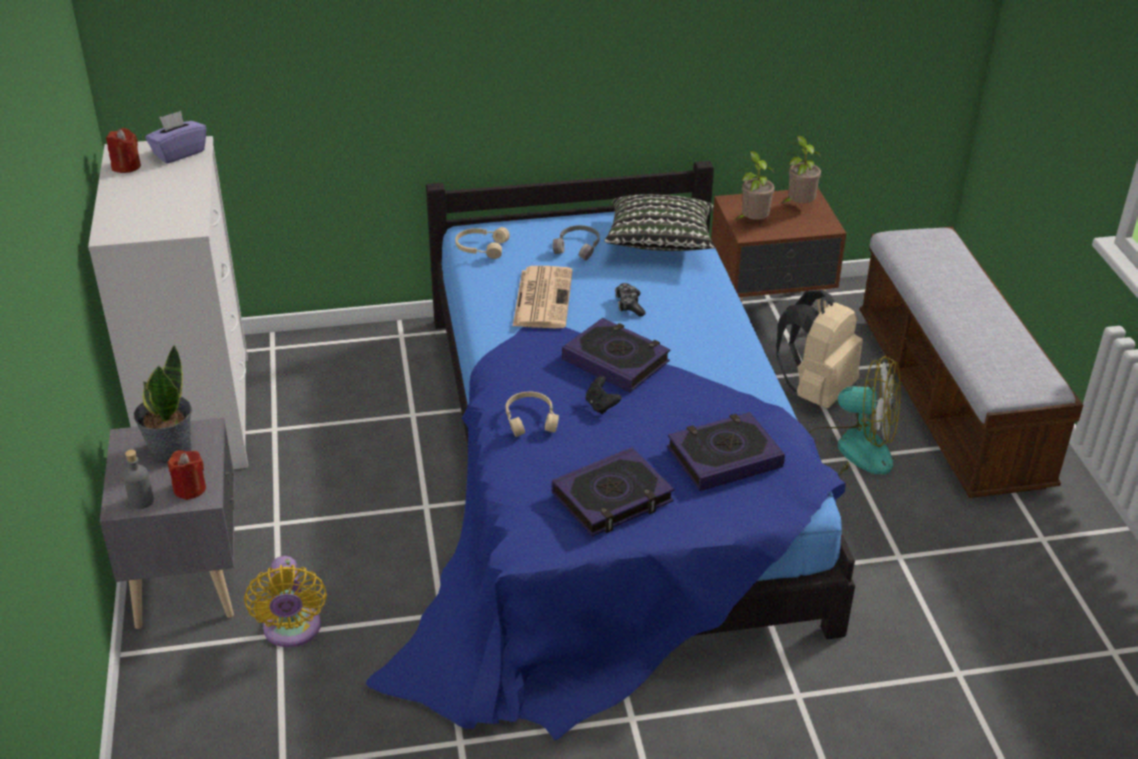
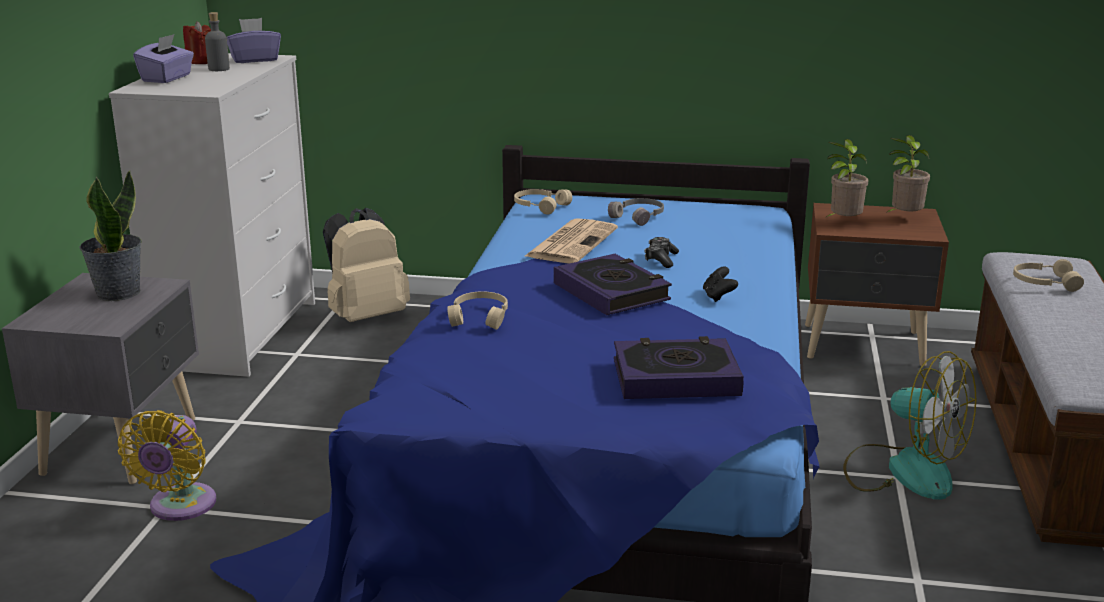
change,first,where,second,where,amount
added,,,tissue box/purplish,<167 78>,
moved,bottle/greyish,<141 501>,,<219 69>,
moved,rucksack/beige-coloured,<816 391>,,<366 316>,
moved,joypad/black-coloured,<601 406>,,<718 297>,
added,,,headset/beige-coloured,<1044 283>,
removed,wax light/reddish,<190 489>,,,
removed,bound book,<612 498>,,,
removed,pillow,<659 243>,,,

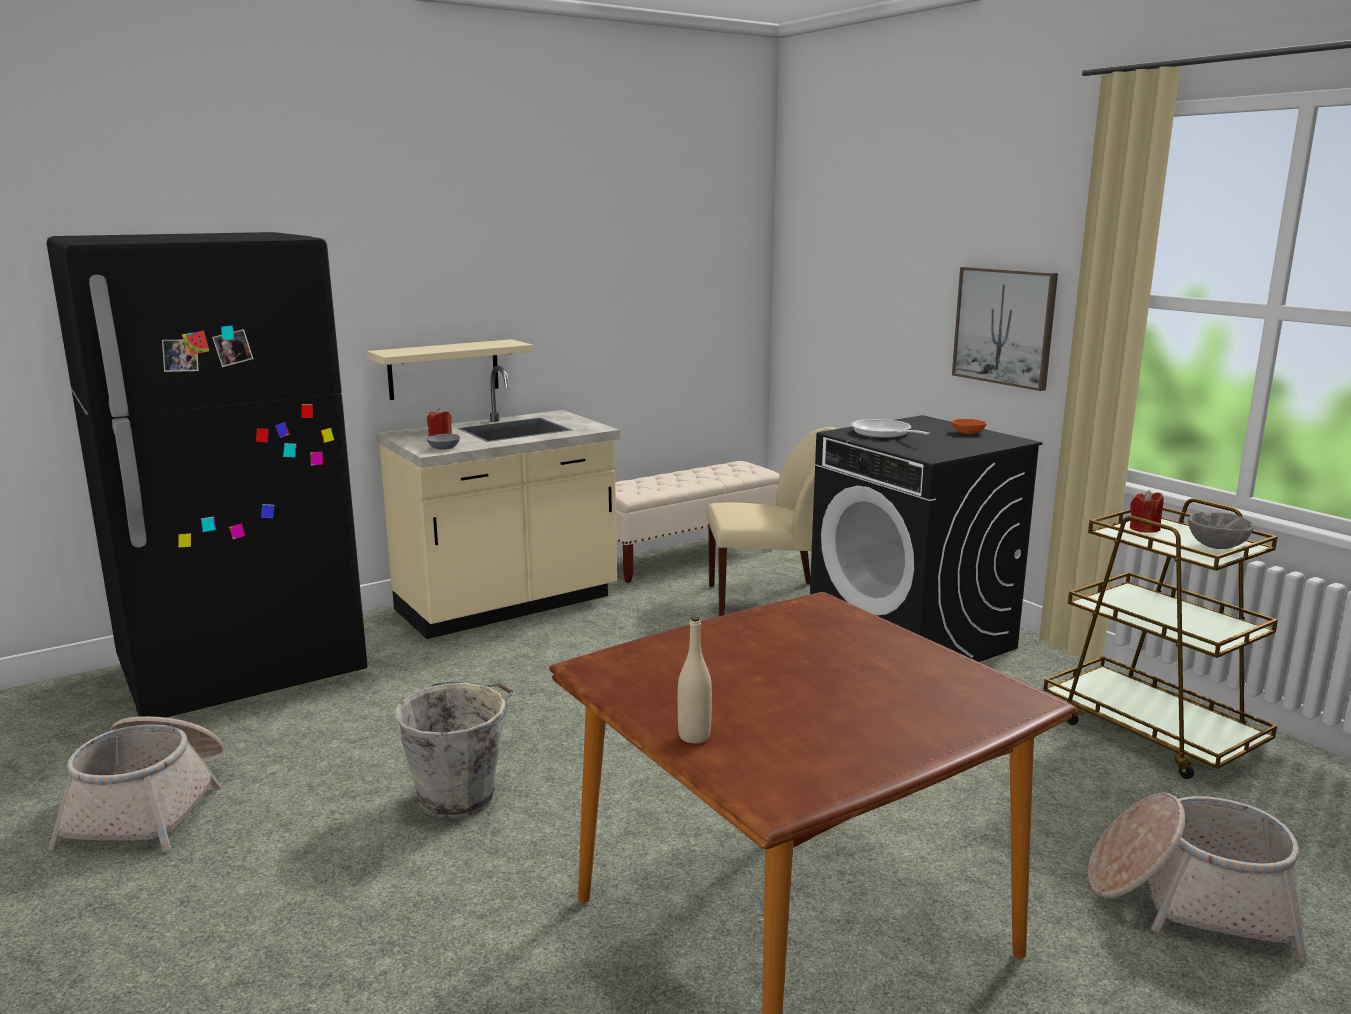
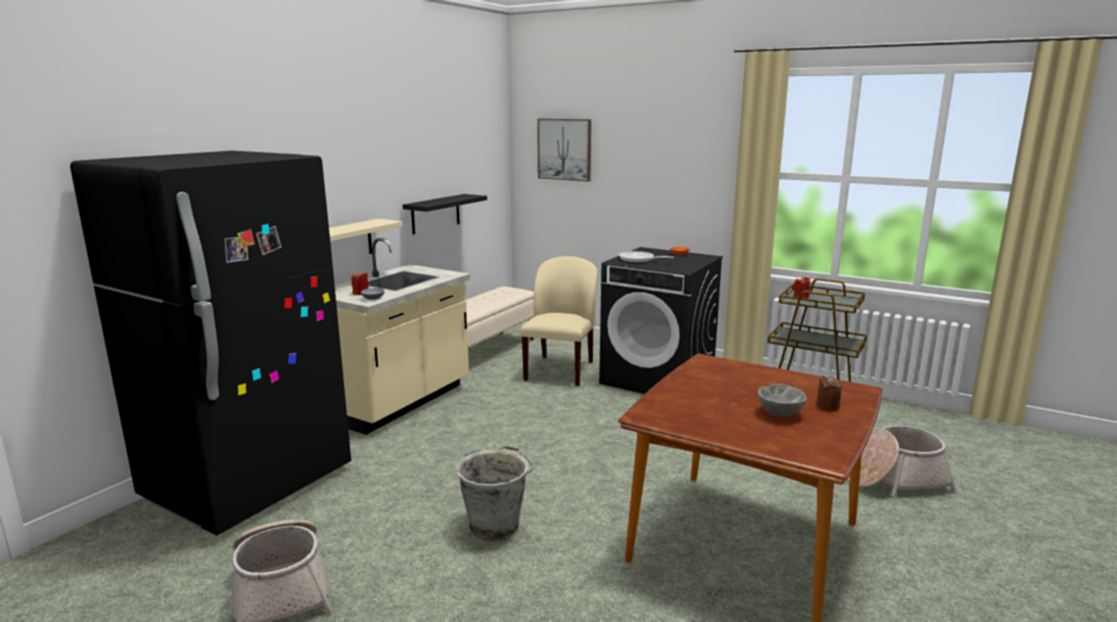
change,first,where,second,where,amount
added,,,bracket shelf/black-coloured,<435 214>,
turned,upright chair/beige-coloured,<769 599>,,<560 370>,45 degrees counterclockwise
moved,picture,<1004 326>,,<564 149>,
moved,deep dish/greyish,<1216 546>,,<779 413>,
added,,,wax light/brown-coloured,<827 406>,
removed,bottle/beige-coloured,<694 736>,,,

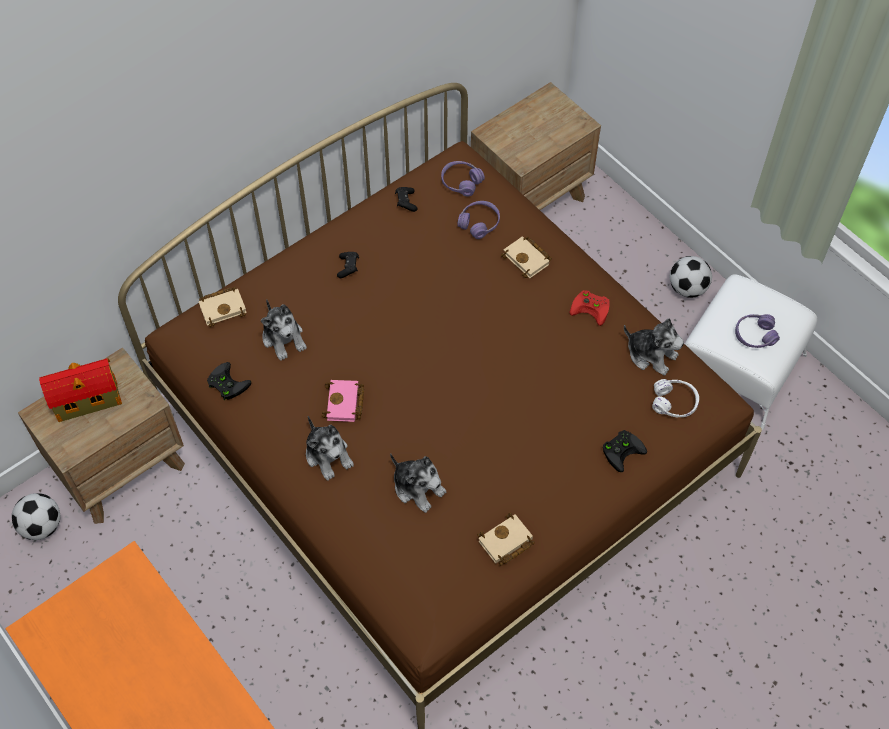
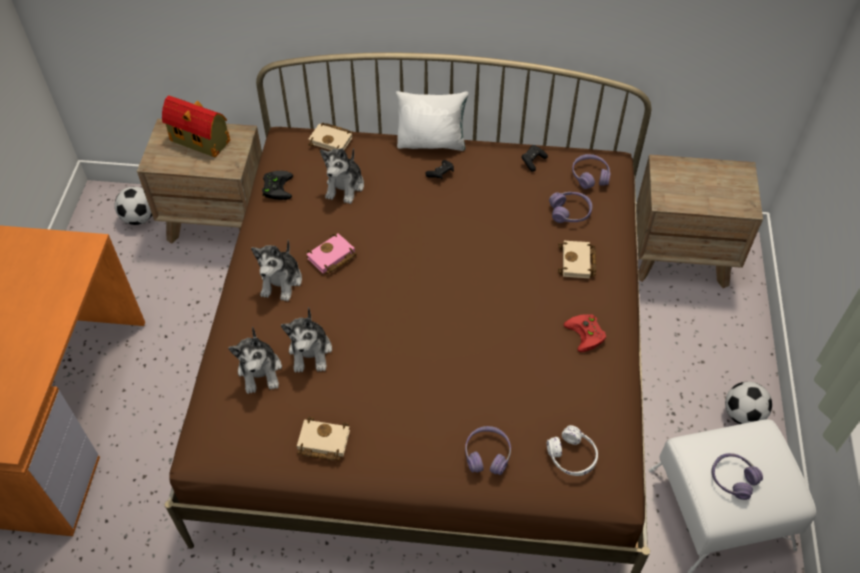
change,first,where,second,where,amount
moved,soft toy,<651 354>,,<260 370>,
added,,,pillow/whitish,<432 142>,
replaced,joypad/black-coloured,<622 450>,headset/purplish,<487 454>,

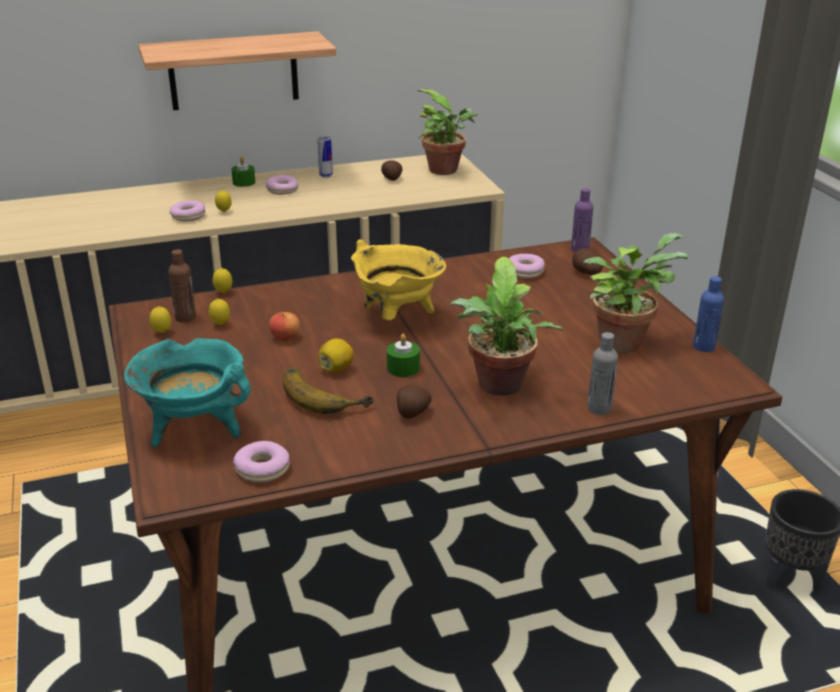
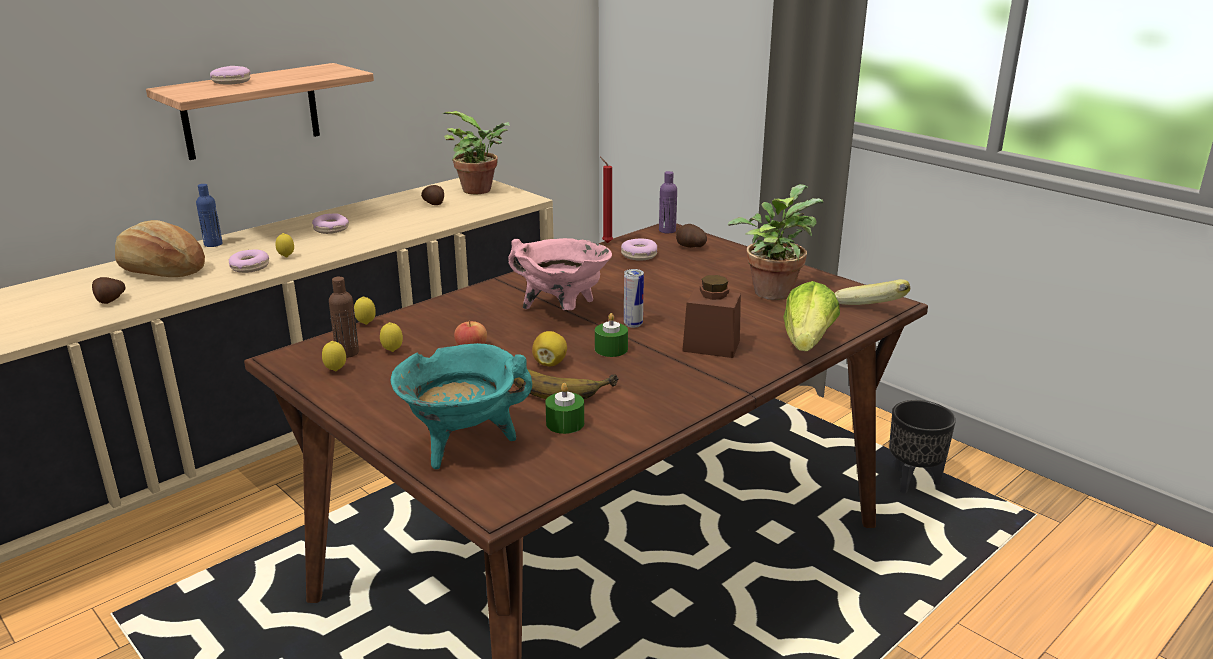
change,first,where,second,where,amount
moved,whole potato,<412 413>,,<110 301>,
added,,,baked bread,<162 270>,
moved,bottle/bluish,<704 346>,,<213 244>,
moved,donut,<262 469>,,<231 82>,
recoloured,cooking pot/yellow-coloured,<397 318>,cooking pot/pink-coloured,<563 311>,
moved,wax light/green,<244 182>,,<565 423>,
added,,,wax light/reddish,<606 242>,
moved,can,<326 176>,,<633 324>,
replaced,potted plant,<499 388>,jar/brown-coloured,<711 346>,
replaced,bottle/greyish,<599 408>,lettuce,<807 342>,
added,,,banana,<861 313>,

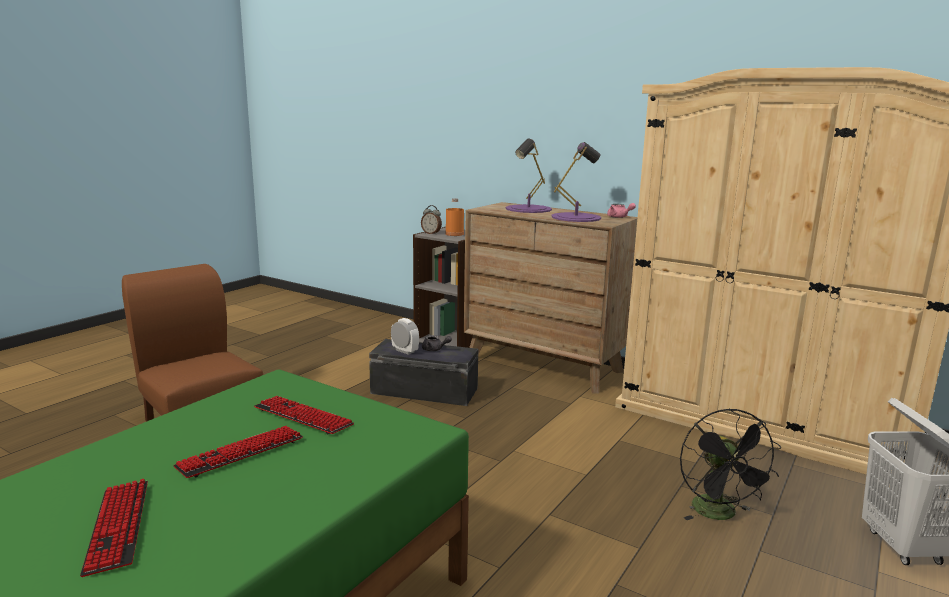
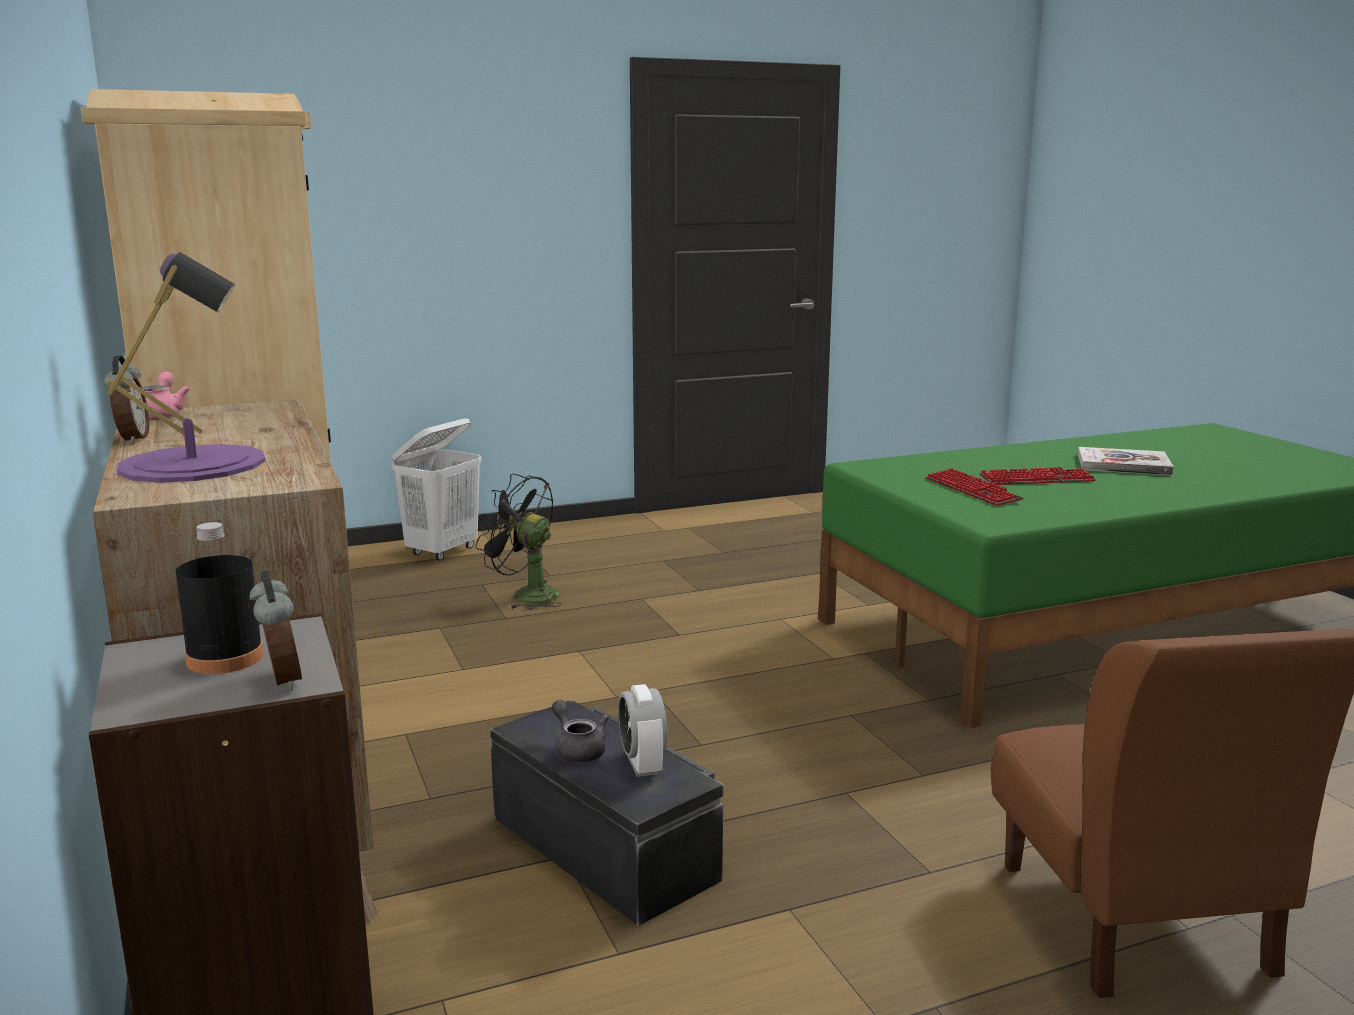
change,first,where,second,where,amount
added,,,table clock,<131 439>,
recoloured,bottle/orangey,<454 234>,bottle/black-coloured,<225 658>,
turned,fan/black-coloured,<720 514>,,<525 595>,90 degrees counterclockwise
replaced,PC keyboard,<118 527>,bound book,<1123 464>,
removed,lamp for a table/purplish,<576 217>,,,

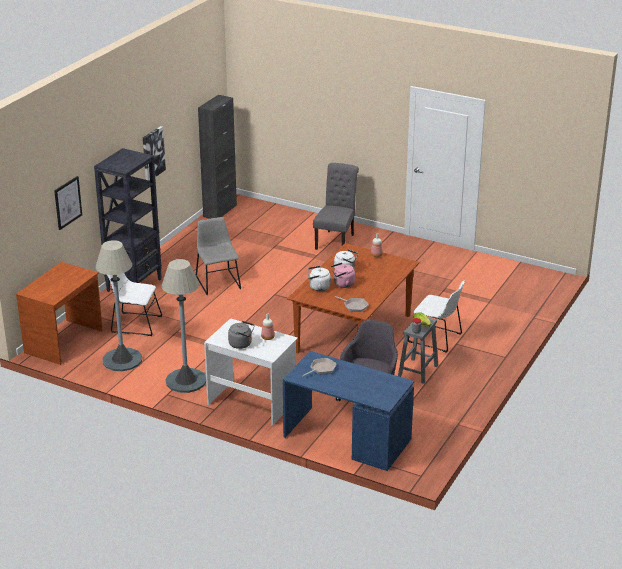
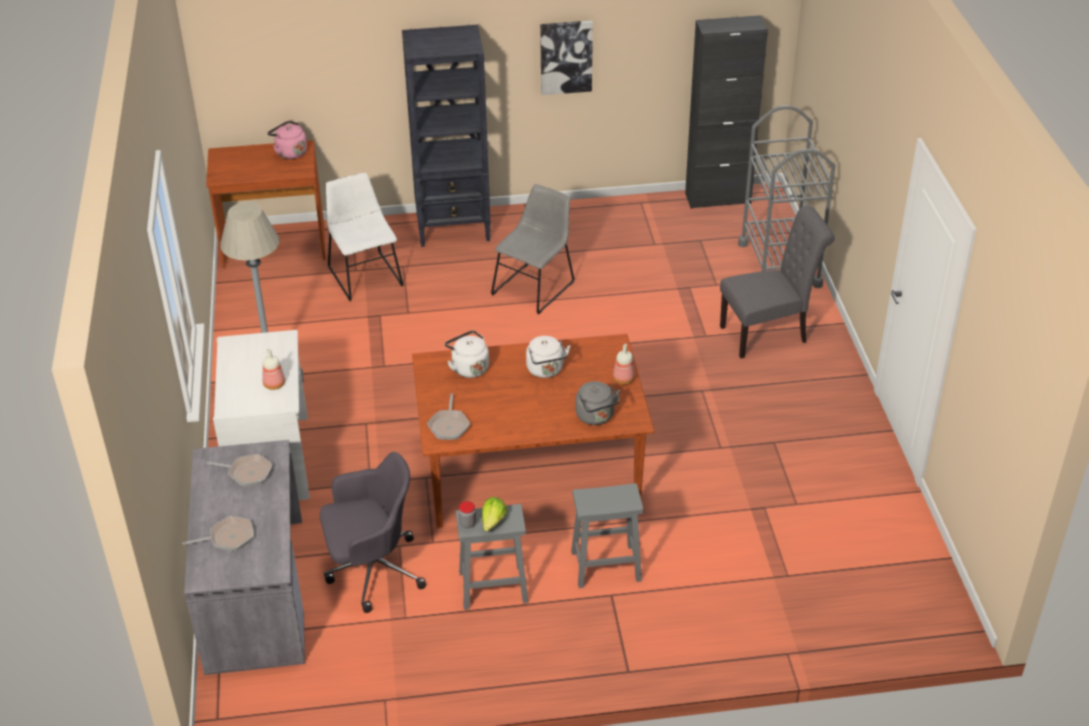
change,first,where,second,where,amount
added,,,frying pan,<228 537>,
recoloured,desk/bluish,<346 438>,desk/greyish,<254 593>,
moved,kettle/pink-coloured,<342 284>,,<290 152>,
replaced,upright chair/whitish,<437 338>,stool seat/greyish,<604 566>,
moved,kettle/greyish,<242 344>,,<596 417>,
added,,,trolley/greyish,<779 264>,
removed,picture,<67 202>,,,
removed,standing lamp/greyish,<122 360>,,,

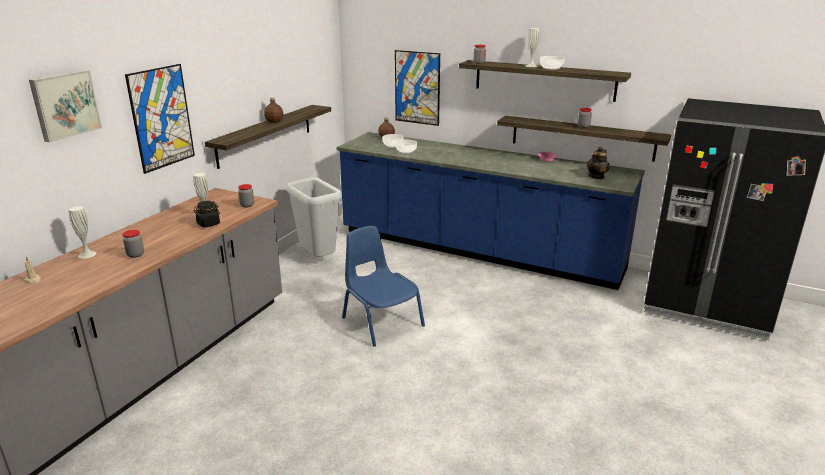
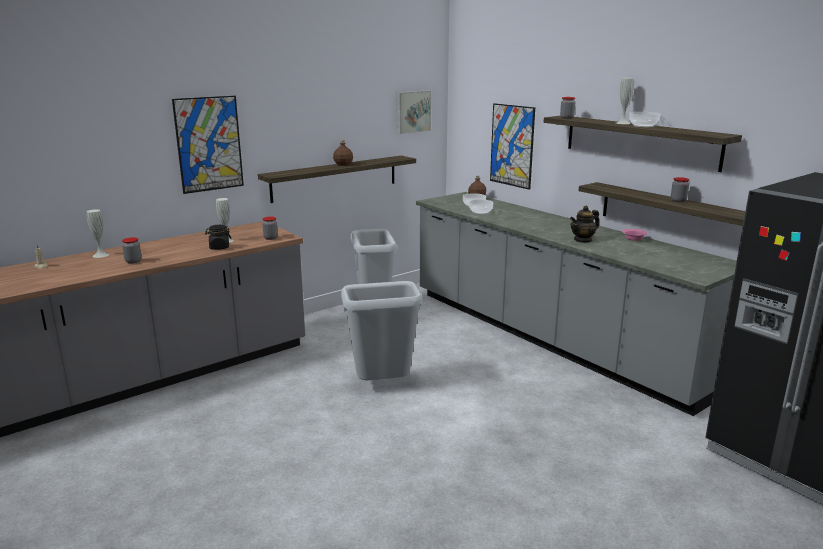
change,first,where,second,where,amount
replaced,upright chair/bluish,<381 321>,rubbish bin/greyish,<383 385>,
moved,picture,<64 104>,,<412 111>,
recoloured,kitchen base unit/bluish,<477 251>,kitchen base unit/greyish,<548 338>,
moved,teapot,<596 176>,,<583 240>,

